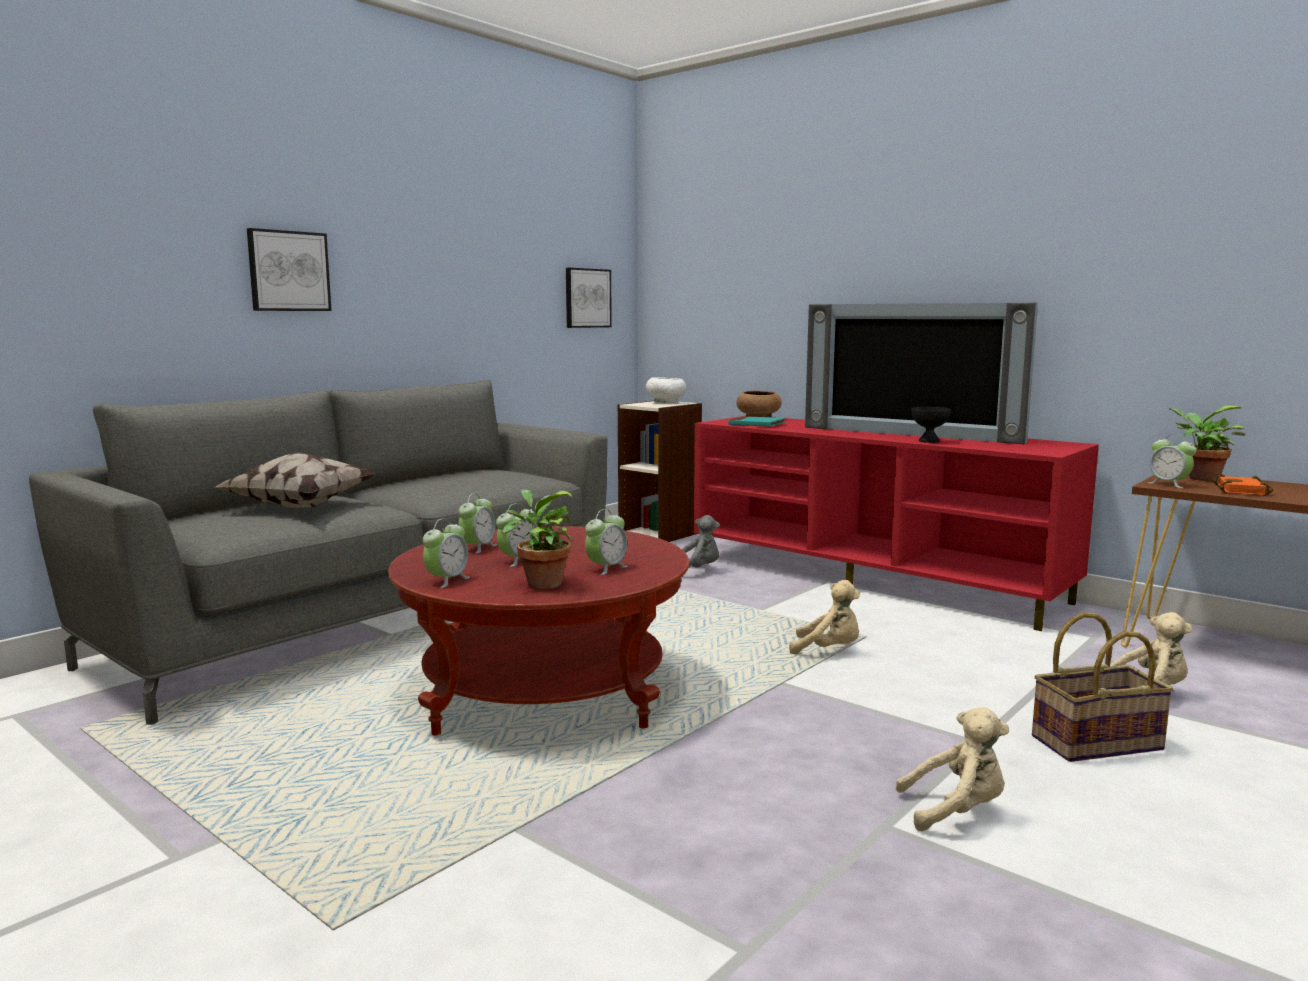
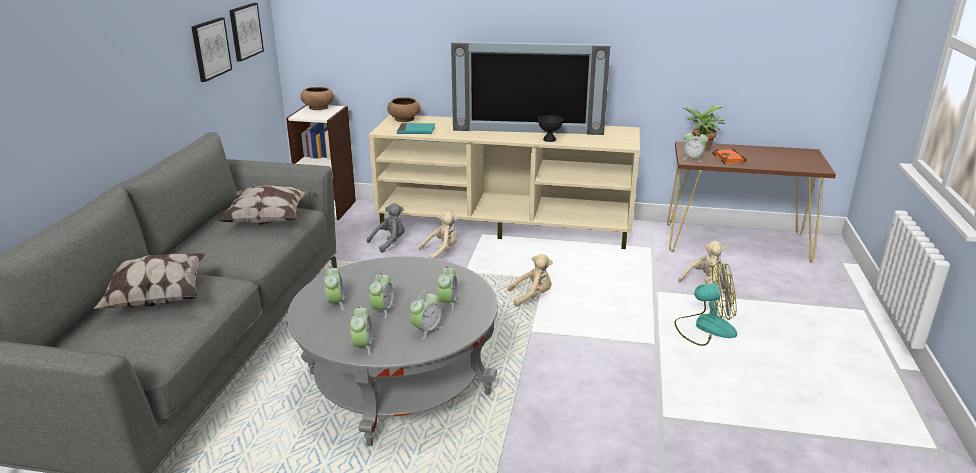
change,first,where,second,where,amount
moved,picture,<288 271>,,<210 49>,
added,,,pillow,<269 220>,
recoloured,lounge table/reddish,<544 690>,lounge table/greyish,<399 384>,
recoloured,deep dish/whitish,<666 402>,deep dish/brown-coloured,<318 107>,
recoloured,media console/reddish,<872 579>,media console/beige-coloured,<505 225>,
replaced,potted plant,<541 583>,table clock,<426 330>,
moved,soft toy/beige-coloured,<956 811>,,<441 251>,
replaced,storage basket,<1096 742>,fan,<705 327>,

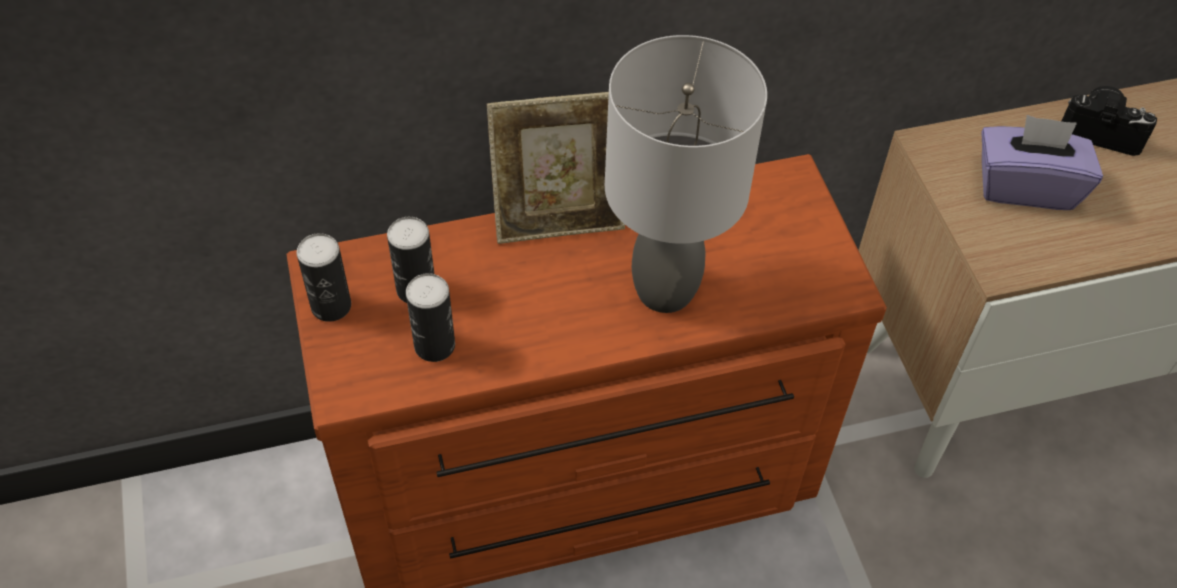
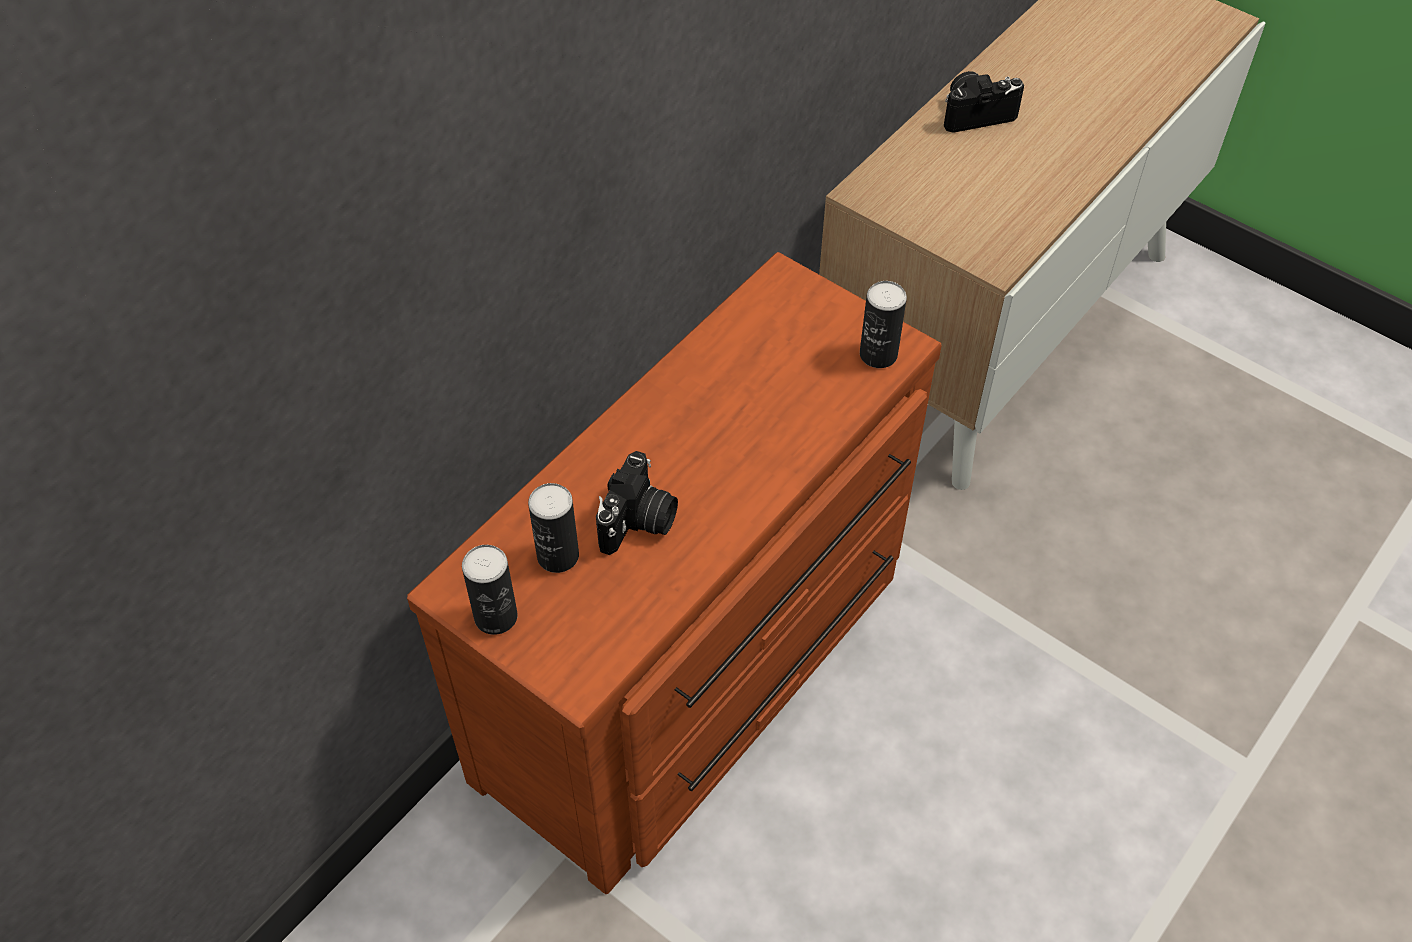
change,first,where,second,where,amount
added,,,photo camera,<639 522>,
moved,can,<434 345>,,<878 354>,
removed,standing frame,<558 217>,,,
removed,lamp for a table/greyish,<666 292>,,,
removed,tissue box/purplish,<1025 186>,,,

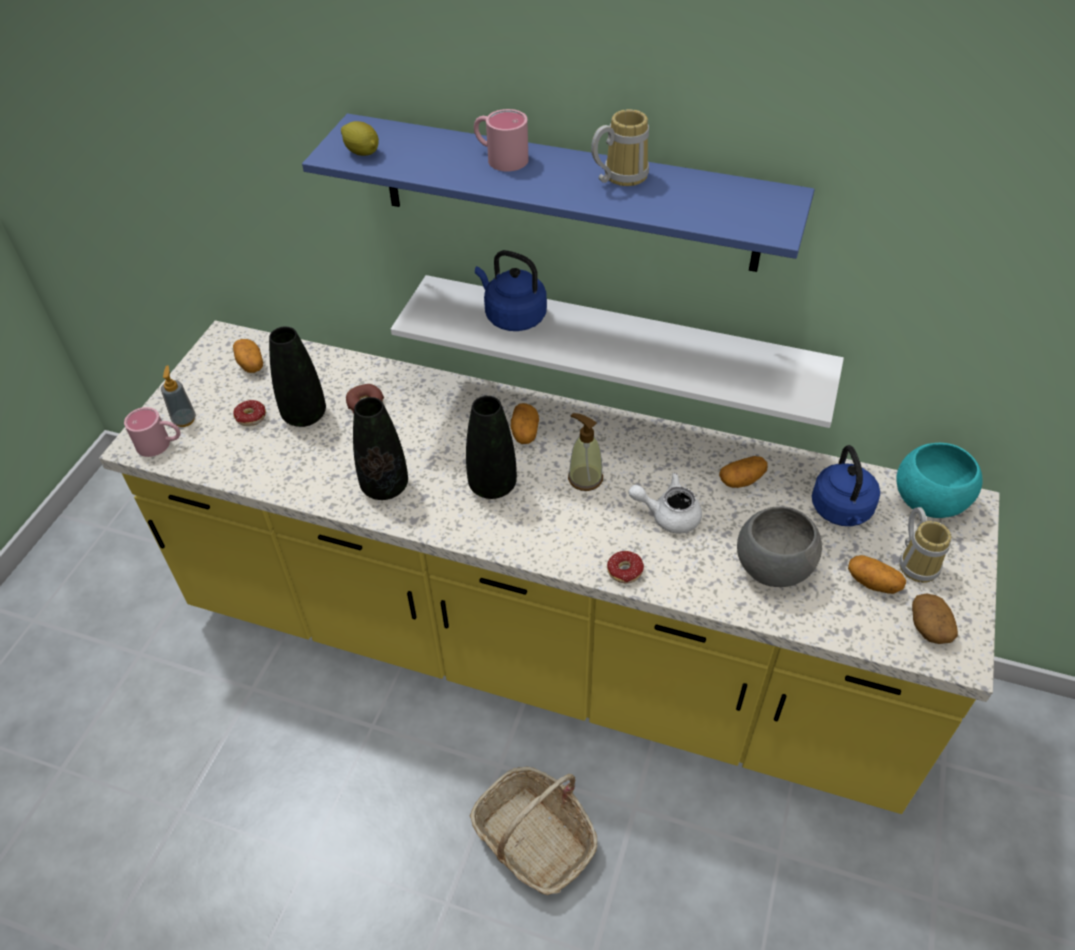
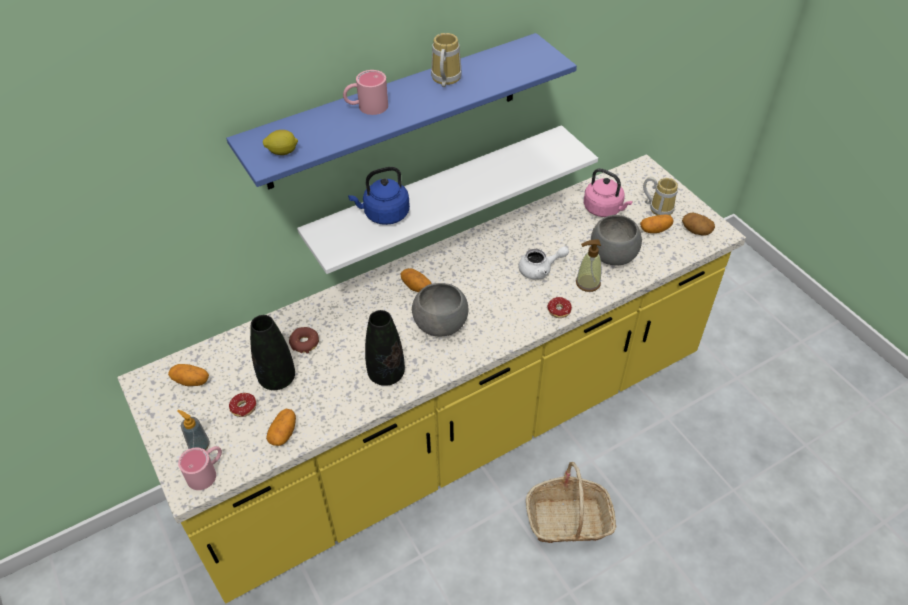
change,first,where,second,where,amount
moved,whole potato,<741 480>,,<283 433>,
replaced,vase/black-coloured,<492 486>,deep dish/greyish,<441 325>,
turned,teapot/whitish,<668 515>,,<540 270>,150 degrees counterclockwise
moved,liquid soap bottle,<585 478>,,<587 283>,
recoloured,kettle/bluish,<841 511>,kettle/pink-coloured,<604 209>,
removed,deep dish/turquoise,<930 503>,,,

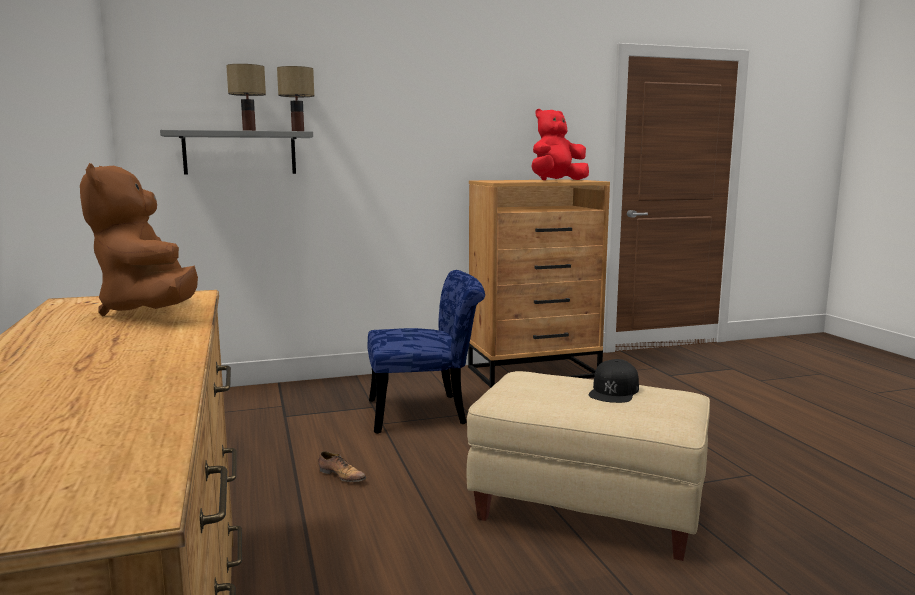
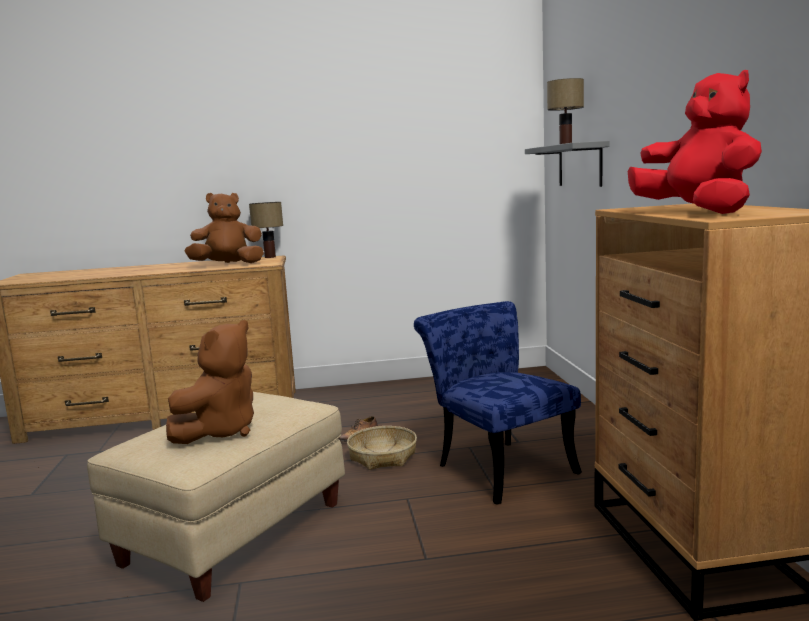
change,first,where,second,where,amount
replaced,peaked cap/black-coloured,<614 391>,soft toy/brown-coloured,<220 431>,
moved,lamp for a table,<298 131>,,<269 257>,
added,,,storage basket,<383 456>,
turned,upright chair/bluish,<426 413>,,<498 466>,150 degrees clockwise

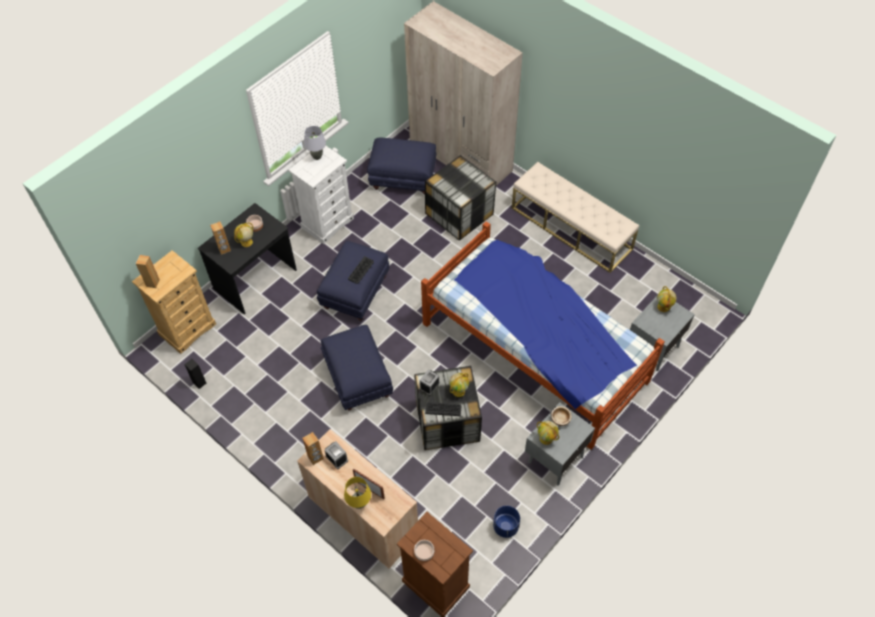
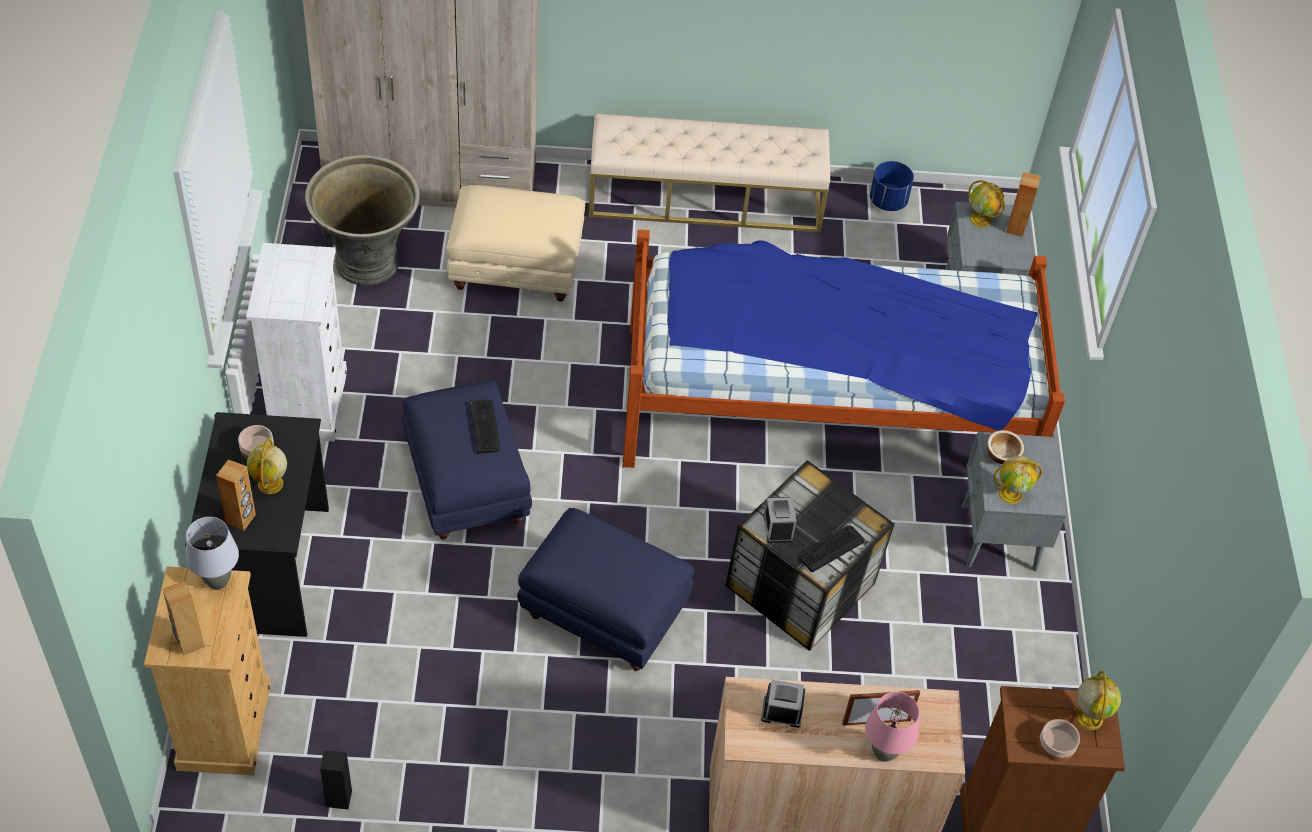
change,first,where,second,where,amount
moved,lamp for a table/greyish,<317 157>,,<218 582>,
replaced,pouffe/bluish,<402 178>,planter/greyish,<368 264>,
replaced,storage container,<460 214>,pouffe/beige-coloured,<517 268>,
recoloured,lamp for a table/yellow-coloured,<359 504>,lamp for a table/pink-coloured,<884 753>,
moved,planter/bluish,<505 527>,,<888 201>,
moved,audio speaker/brown-coloured,<315 458>,,<1016 228>,
moved,world globe,<459 391>,,<1089 716>,

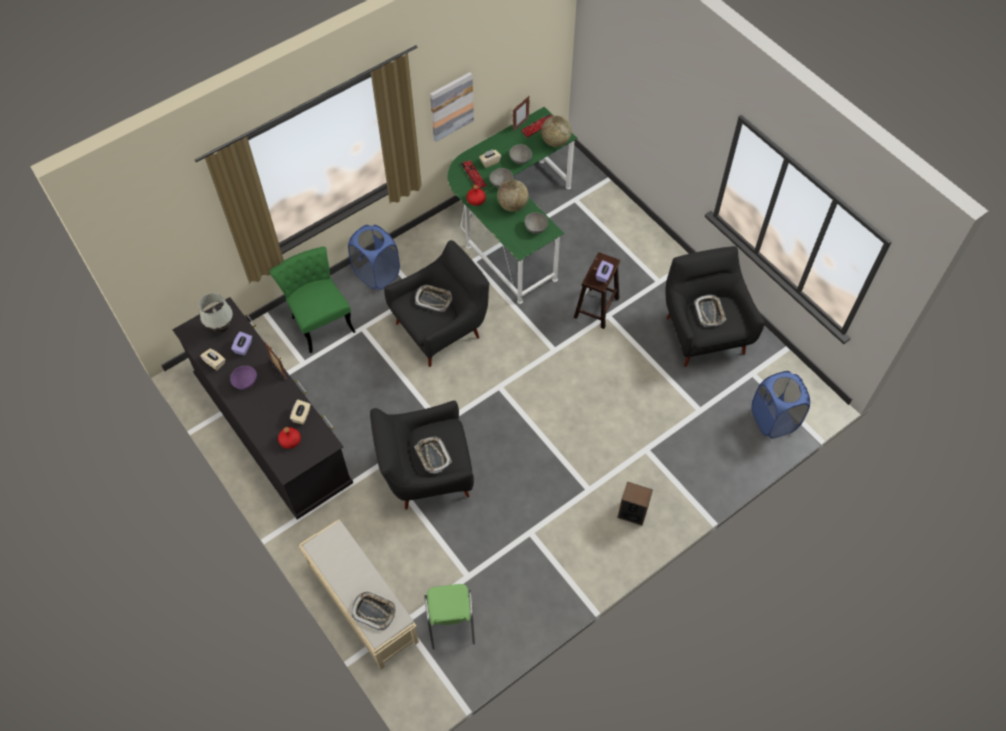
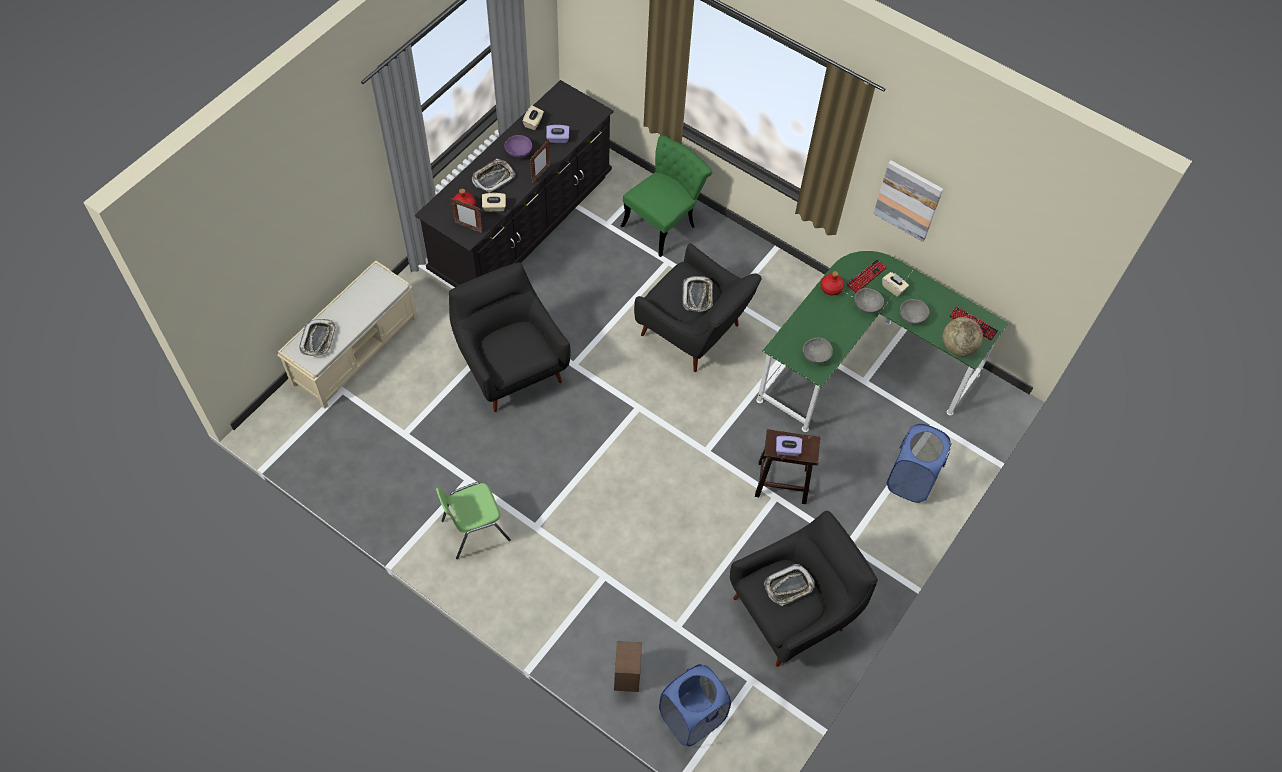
change,first,where,second,where,amount
moved,upright chair/green,<450 622>,,<474 530>,
moved,standing frame,<520 125>,,<468 227>,
moved,serving tray,<433 456>,,<493 178>,
moved,audio speaker,<632 512>,,<627 675>,
moved,hamper/bluish,<377 274>,,<910 480>,
removed,lamp for a table/whitish,<222 328>,,,
removed,world globe,<512 205>,,,

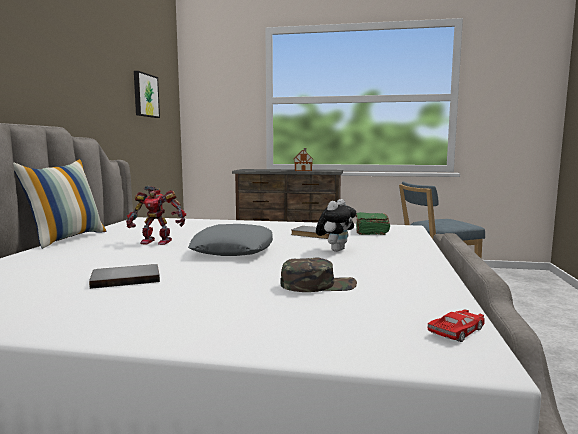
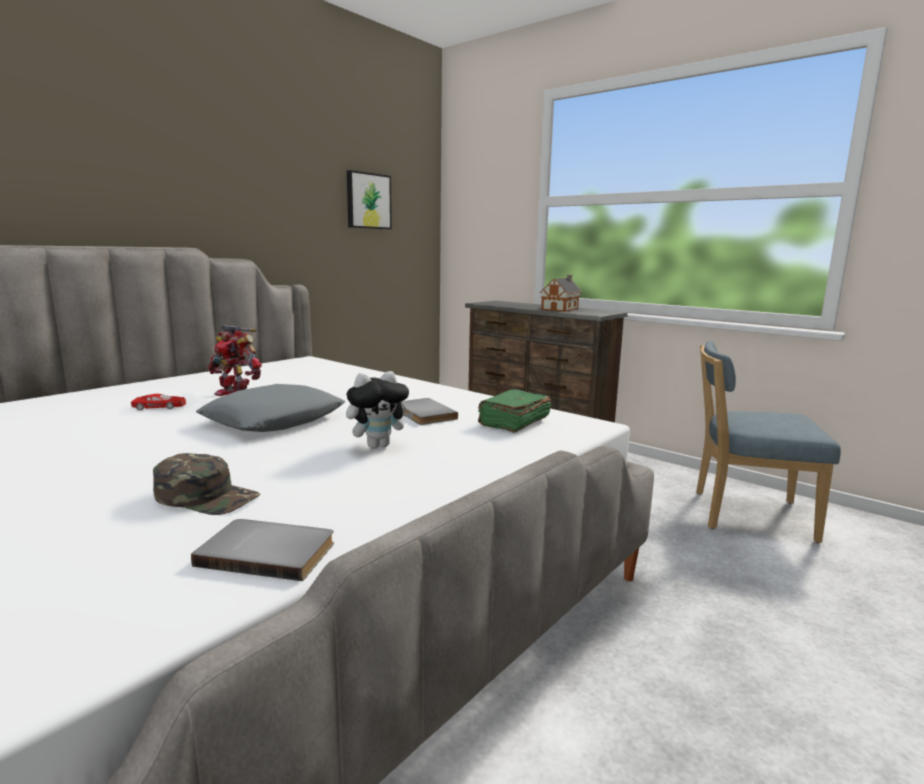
change,first,where,second,where,amount
moved,toy car/reddish,<458 330>,,<160 407>,
moved,bound book/greyish,<126 278>,,<269 551>,
removed,pillow,<66 238>,,,

